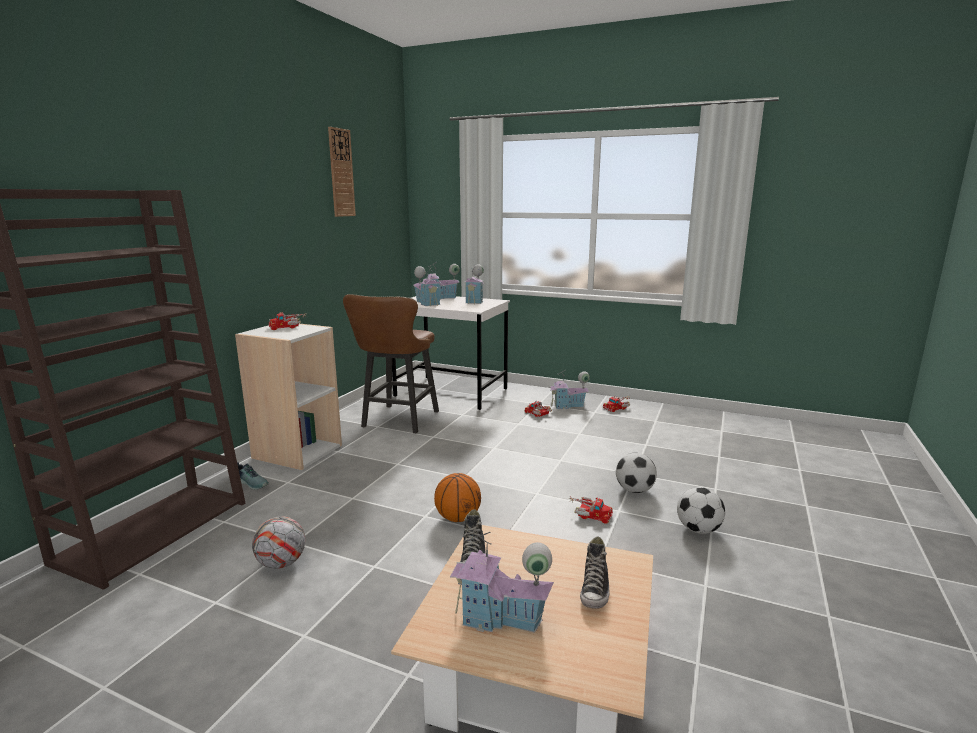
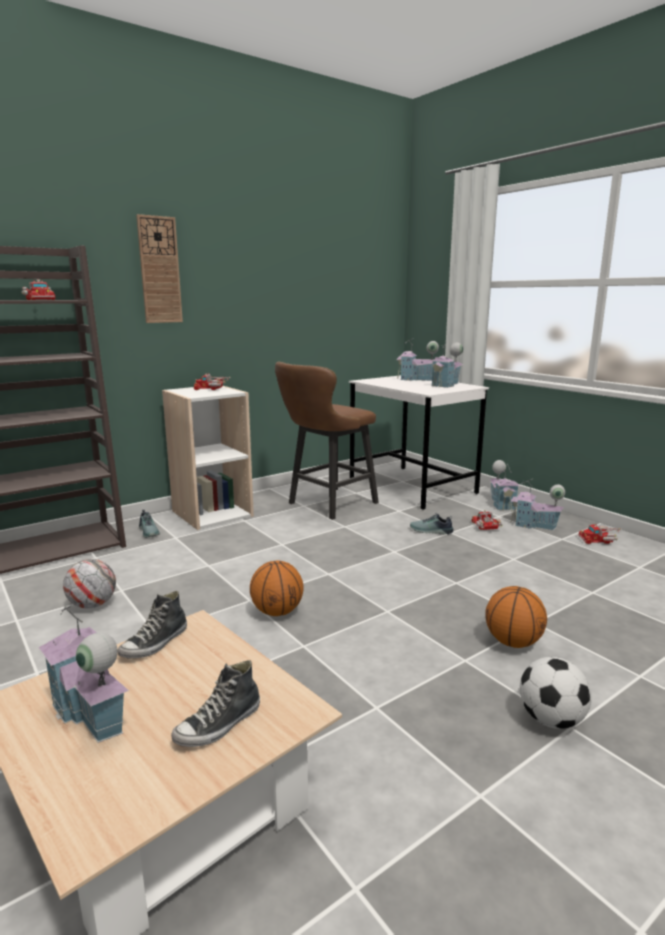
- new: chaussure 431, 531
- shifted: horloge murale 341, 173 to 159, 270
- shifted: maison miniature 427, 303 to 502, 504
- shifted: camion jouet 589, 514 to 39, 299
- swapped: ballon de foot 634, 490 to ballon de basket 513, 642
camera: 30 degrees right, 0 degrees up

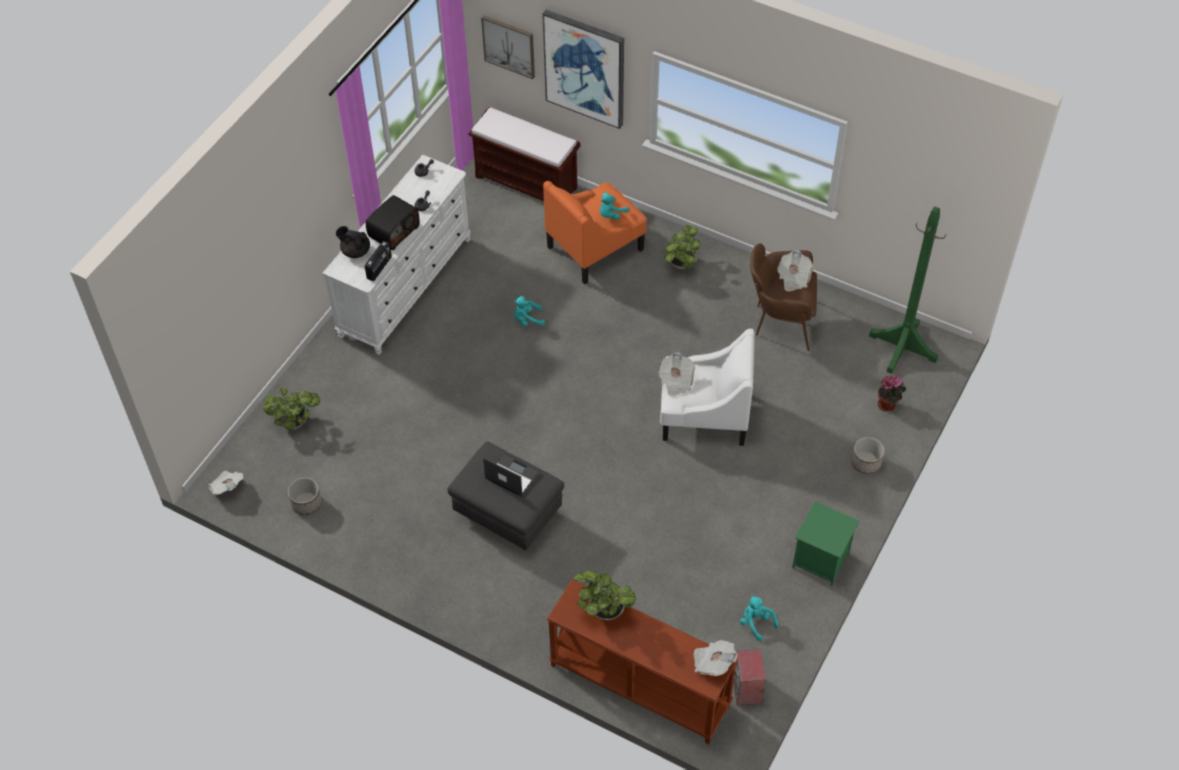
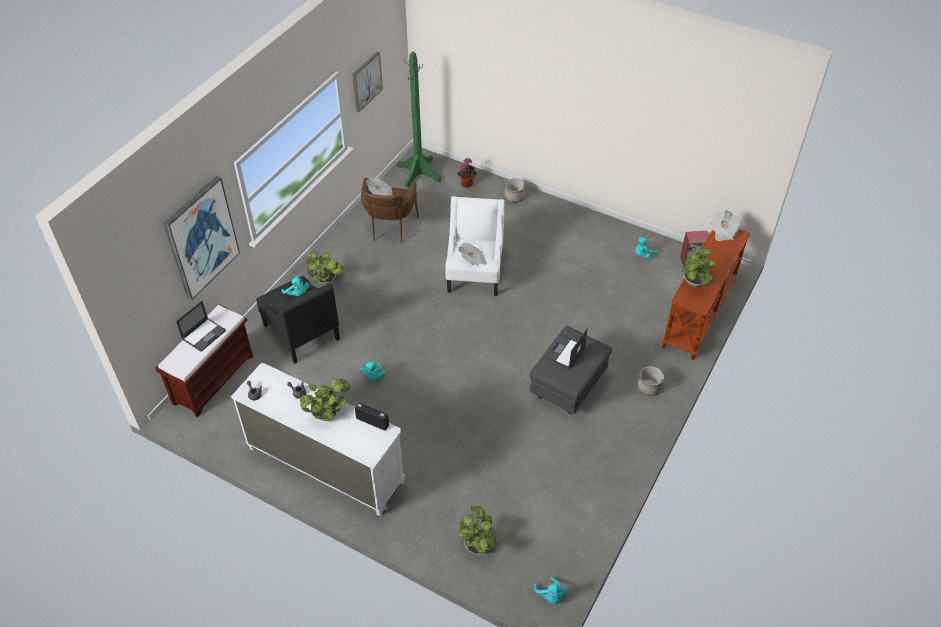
- gone: théière (noir) 355, 251
- gone: table de chevet (vert) 821, 562
- new: ordinateur portable 204, 334
- shifted: cache-pot 306, 503 to 649, 387
- shifted: tableau 509, 46 to 366, 81
- swapped: journal 227, 487 to peluche (turquoise) 551, 596
- swapped: radio 393, 231 to plante en pot 328, 413
- repainted: fauteuil (orange) 595, 248 to fauteuil (noir) 300, 332
camera: 90 degrees left, 5 degrees down

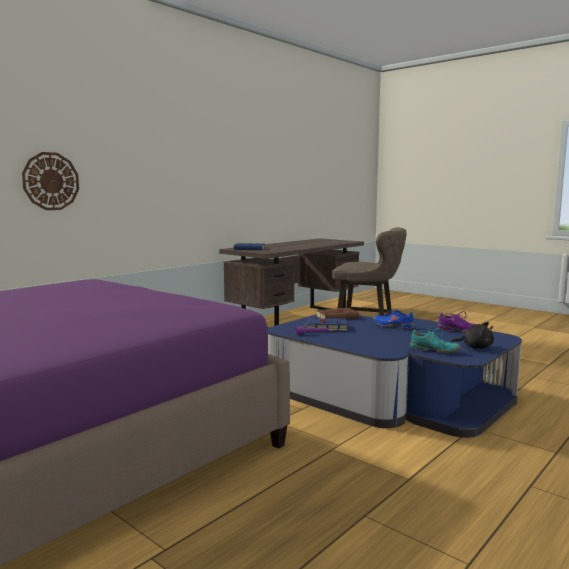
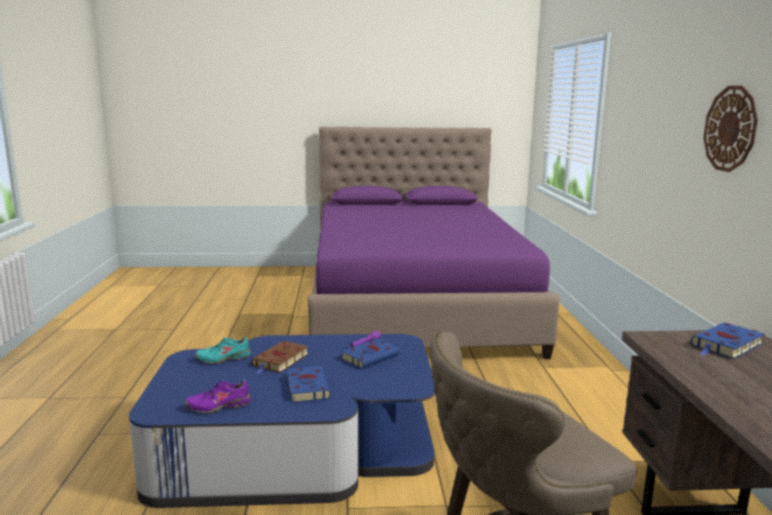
- gone: peluche (noir) 475, 347
- shifted: horloge murale 51, 181 to 730, 129
- shifted: livre (marron) 338, 317 to 280, 361
- swapped: chaussure (bleu) 393, 326 to livre (bleu) 307, 387
camera: 135 degrees right, 5 degrees up

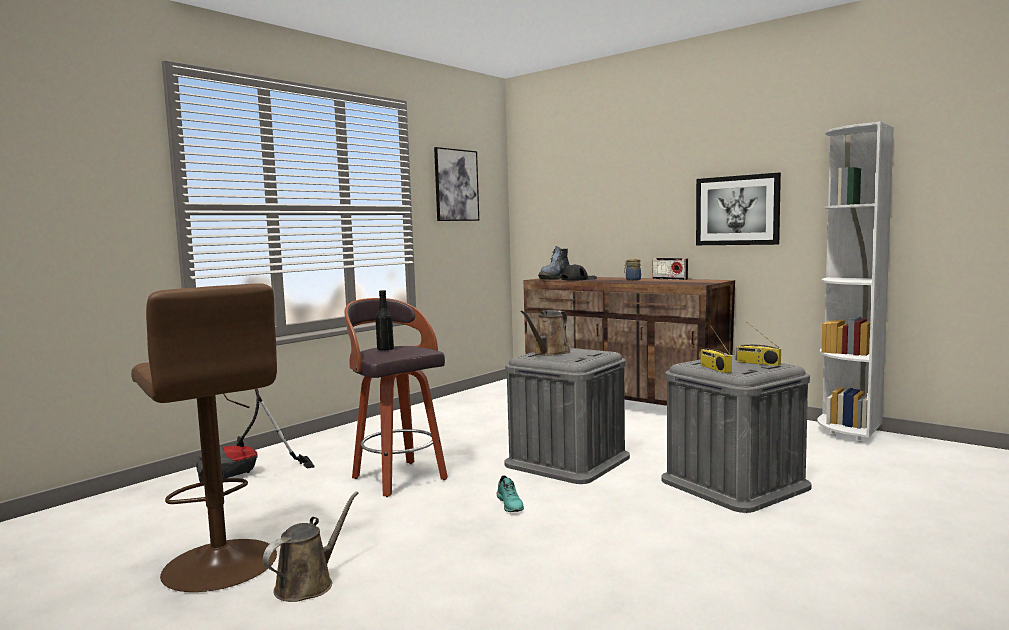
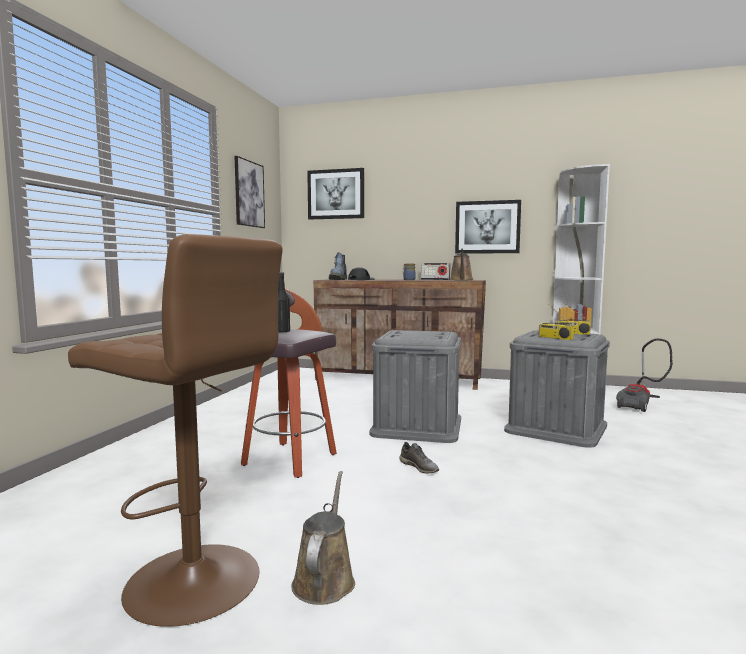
- new: tableau 336, 194
- shifted: aspirateur 245, 475 to 640, 405
- shifted: arrosoir (marron) 549, 353 to 461, 280
- repainted: chaussure (turquoise) 510, 504 to chaussure (gris) 419, 467
camera: 25 degrees left, 0 degrees up

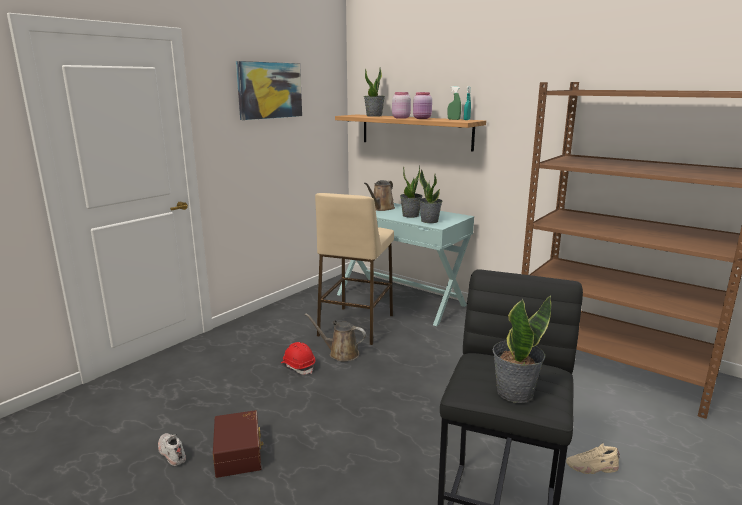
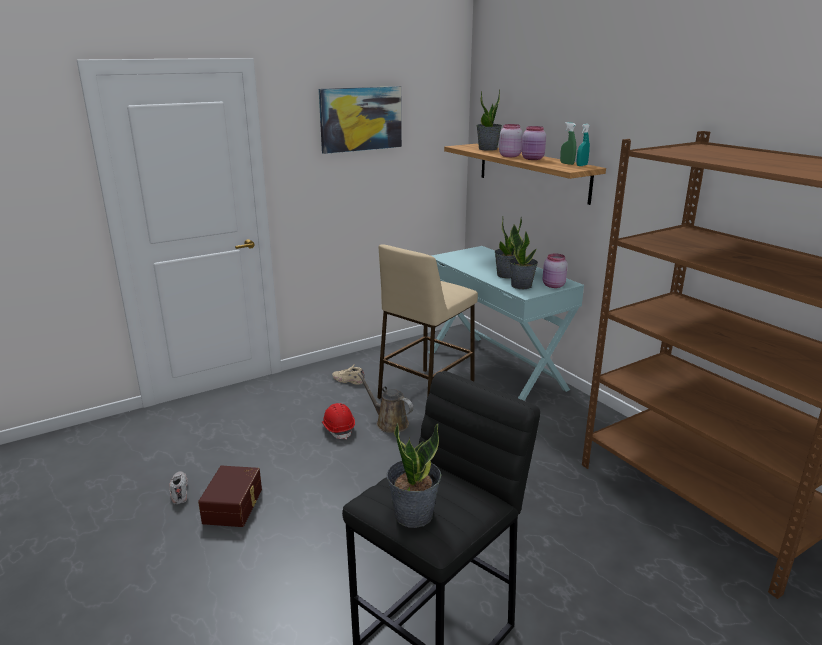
- gone: arrosoir (marron) 381, 208
- new: bocal (rose) 553, 285
- shifted: chaussure (beige) 592, 467 to 348, 380
camera: 20 degrees right, 5 degrees up

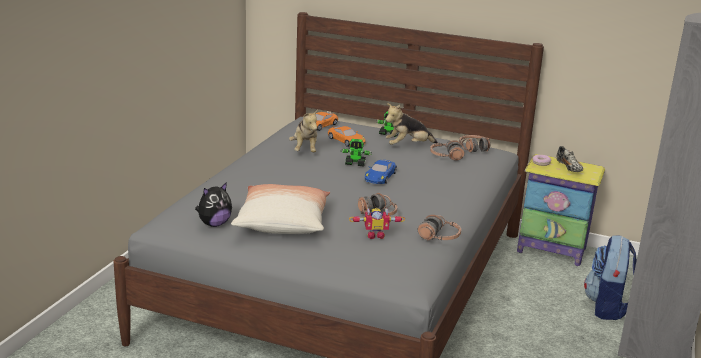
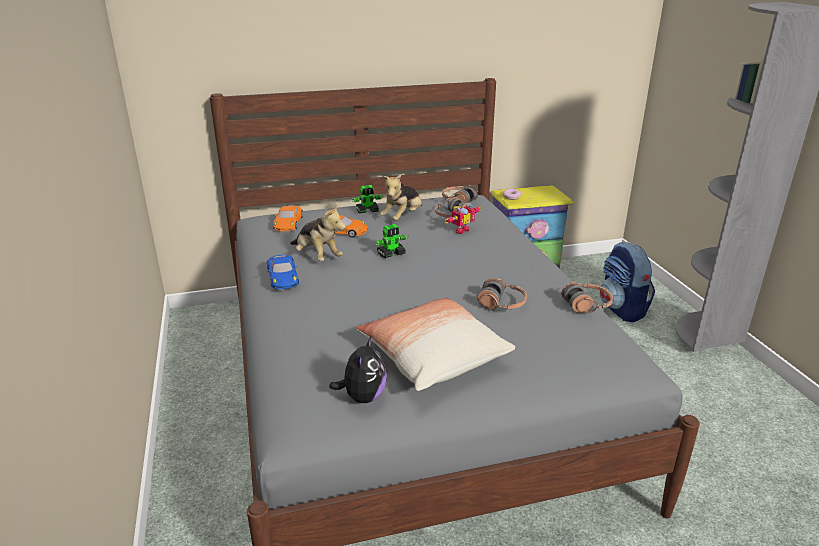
- gone: chaussure 569, 168
- shifted: robot jouet 375, 235 to 460, 230
- shifted: petite voiture (bleu) 380, 176 to 283, 277
camera: 35 degrees left, 5 degrees up

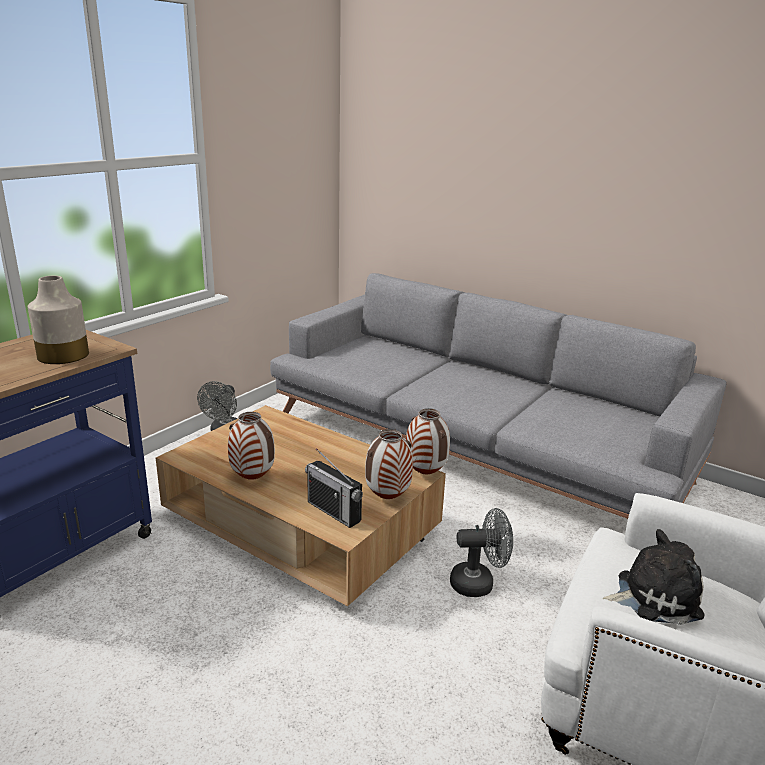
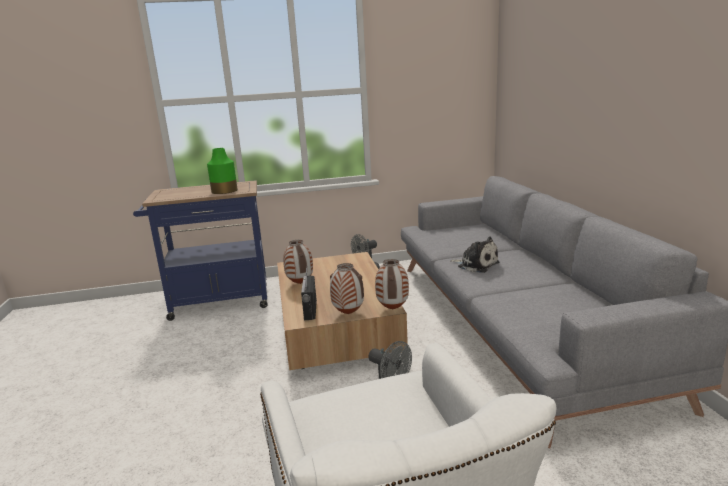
- shifted: peluche 652, 596 to 476, 265
- repainted: vase (beige) 63, 355 to vase (vert) 224, 191
camera: 45 degrees right, 5 degrees down

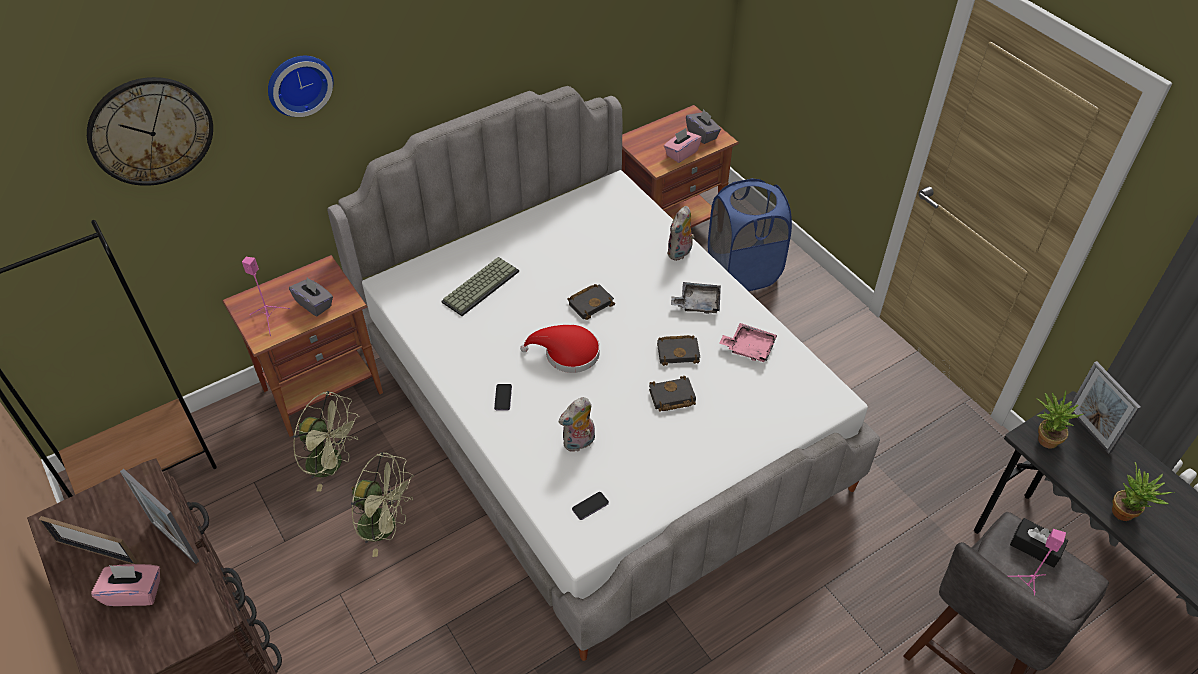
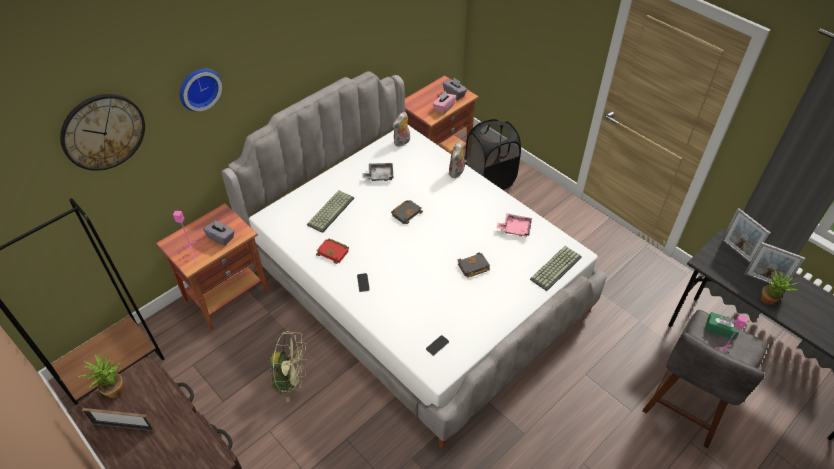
- gone: boîte à mouchoirs (rose) 135, 592
- gone: ventilateur (vert) 332, 464
- gone: chapeau (rouge) 567, 353
- gone: livre (noir) 679, 352
- new: livre (rouge) 334, 252
- new: clavier 555, 267
- shifted: cadre photo 174, 541 to 764, 281
- shifted: peluche 579, 443 to 402, 142
- shifted: plateau (gris) 697, 303 to 379, 175
- shifted: plante en pot 1043, 438 to 112, 389
- repainted: panier à linge (bleu) 743, 271 to panier à linge (noir) 489, 180
- repainted: boîte à mouchoirs (noir) 1035, 547 to boîte à mouchoirs (vert) 720, 329
camera: 10 degrees left, 0 degrees up

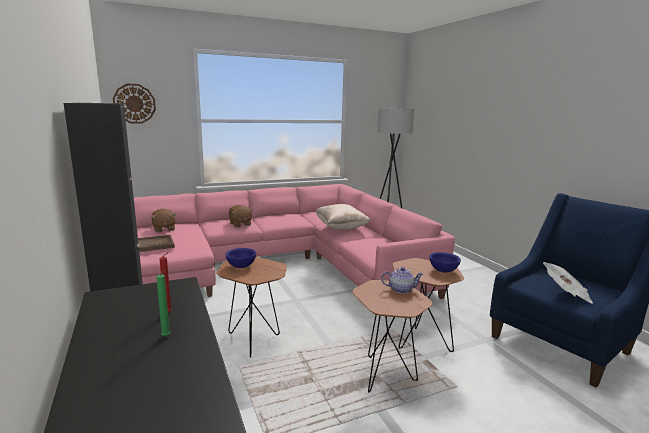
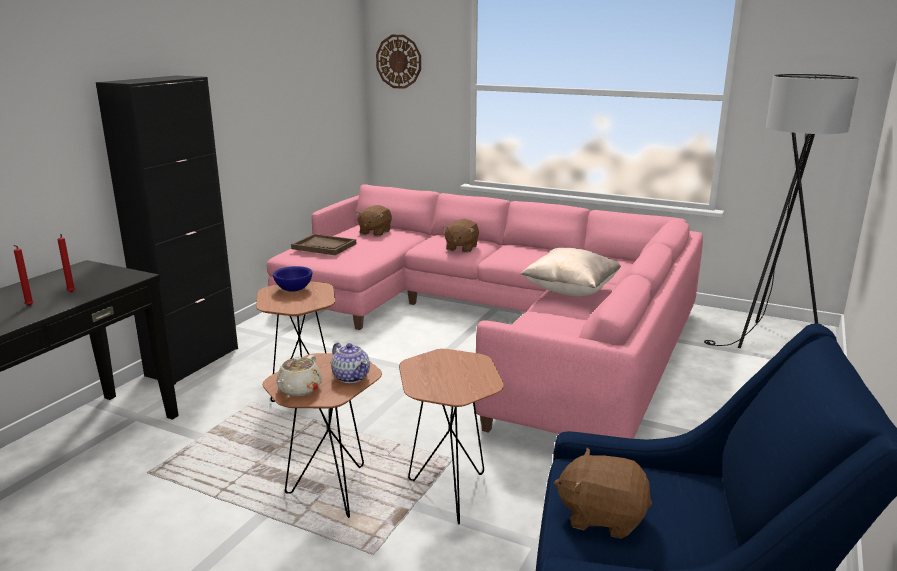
- gone: bol (bleu) 443, 271
- new: théière (beige) 299, 389
- swapped: journal 566, 294 to peluche (marron) 602, 516
- repainted: bougie (vert) 167, 337 to bougie (rouge) 29, 306
camera: 50 degrees right, 5 degrees up

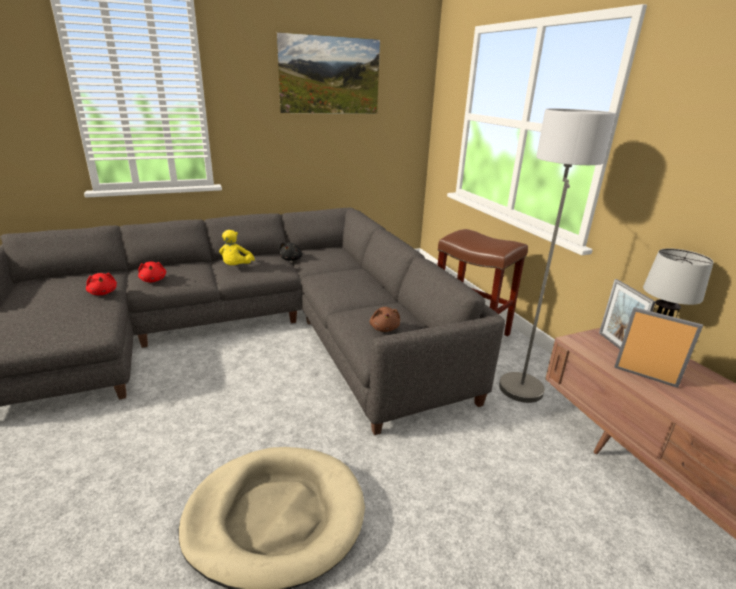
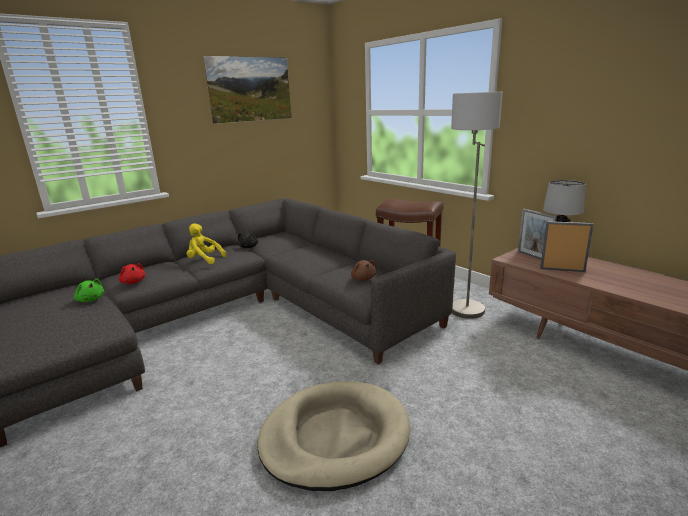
- repainted: peluche (rouge) 103, 293 to peluche (vert) 90, 299
- rotated: peluche (jaune) 236, 267 = 204, 260 120 degrees clockwise
camera: 15 degrees left, 5 degrees down

